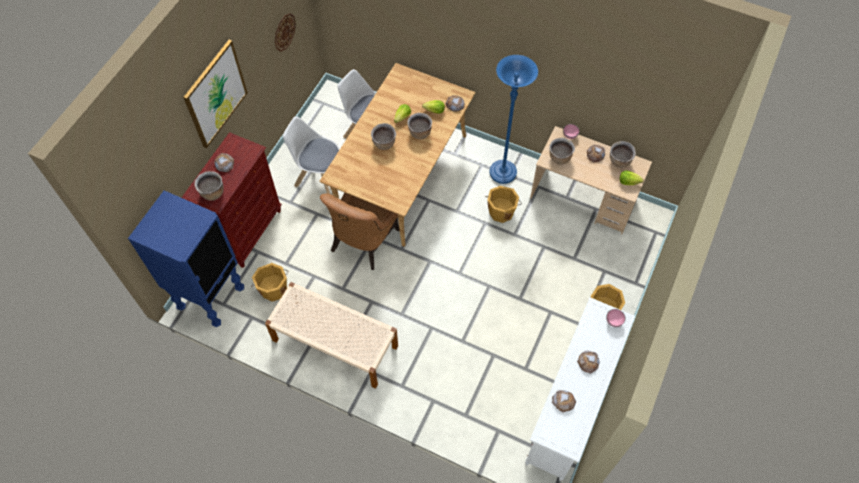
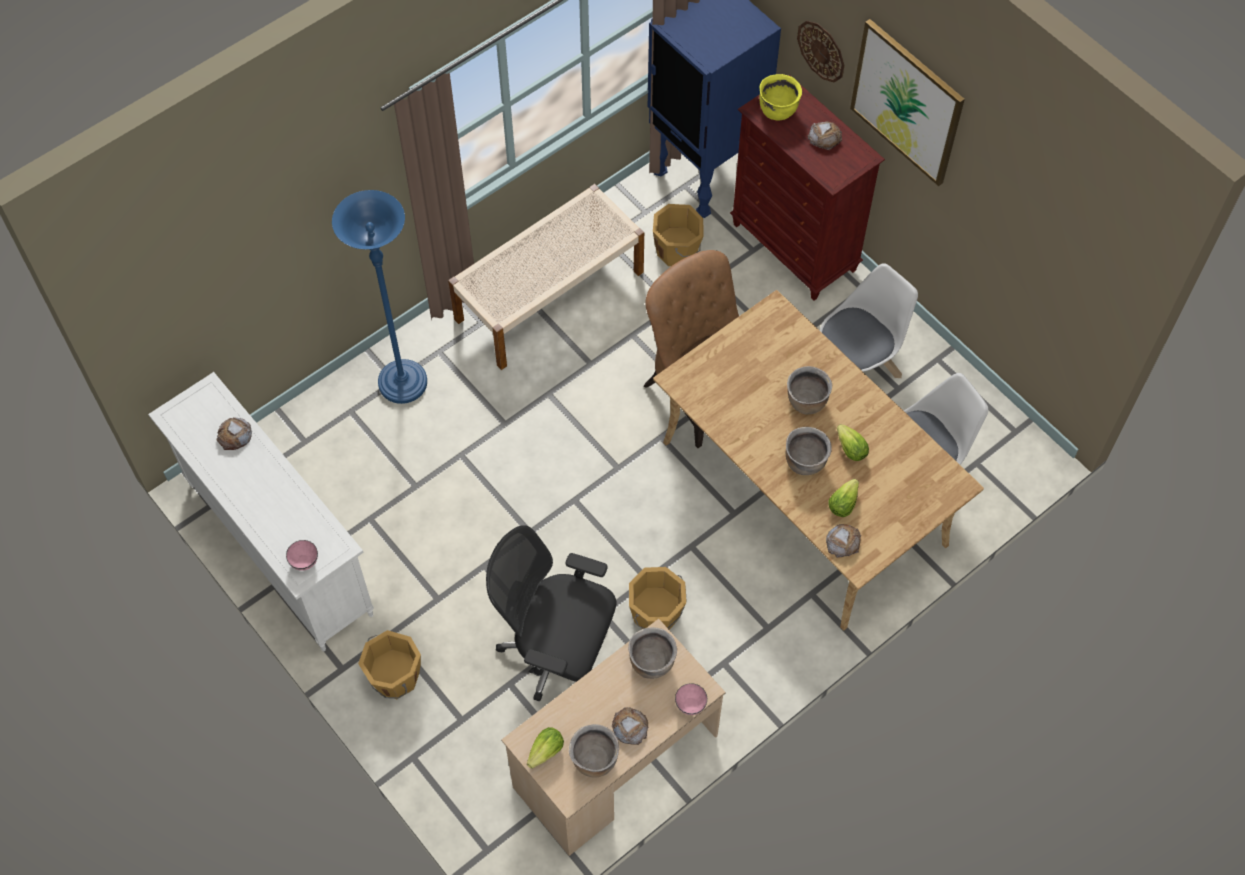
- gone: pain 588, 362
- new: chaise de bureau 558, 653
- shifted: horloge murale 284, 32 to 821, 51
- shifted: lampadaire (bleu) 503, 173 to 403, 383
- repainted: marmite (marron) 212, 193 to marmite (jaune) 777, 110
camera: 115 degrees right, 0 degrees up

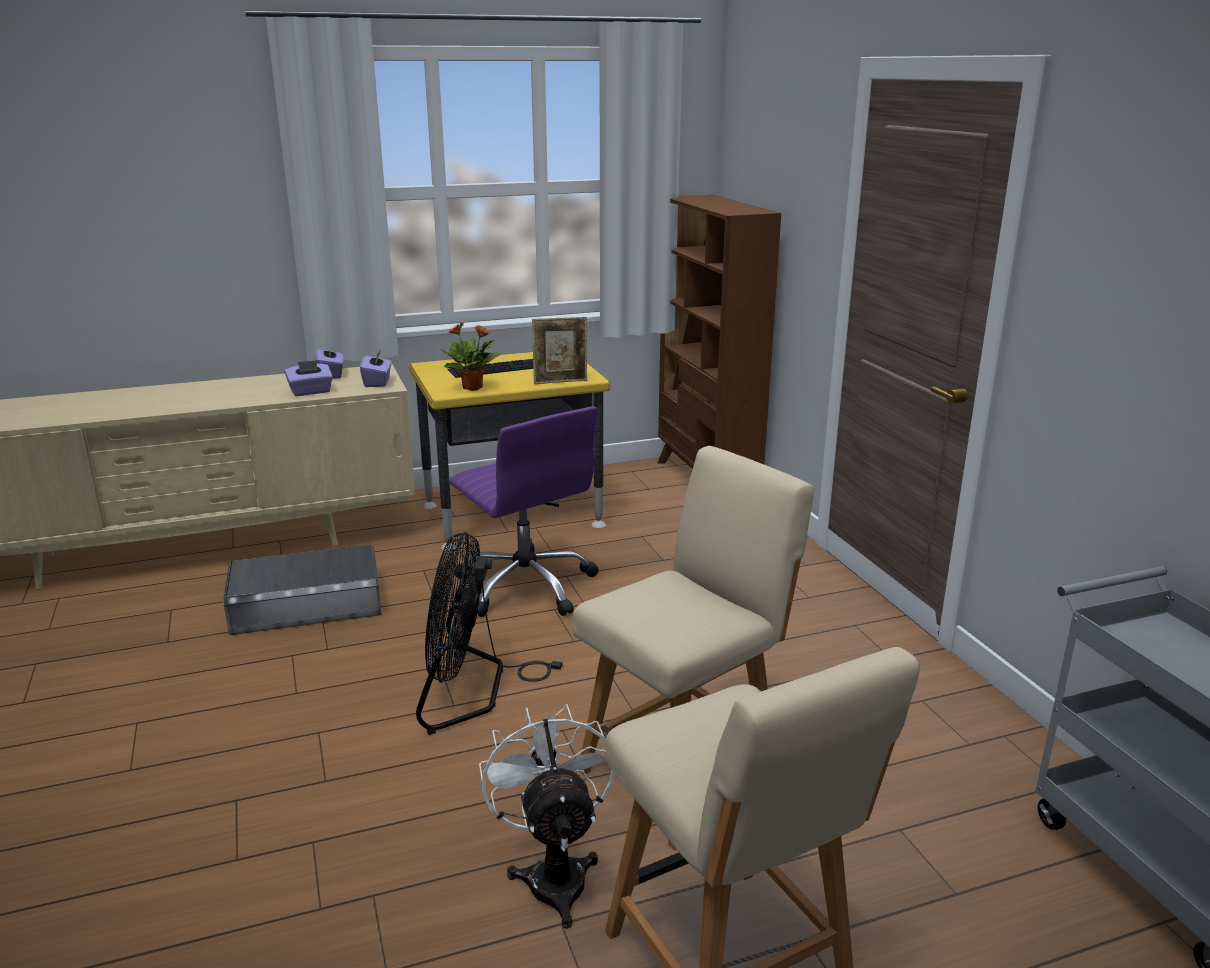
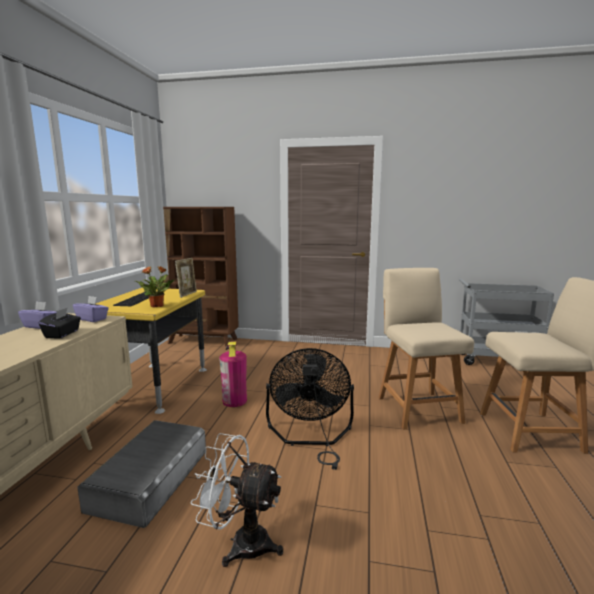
- shifted: ventilateur (blanc) 554, 874 to 241, 542
- swapped: chaise de bureau (violet) 526, 586 to extincteur 234, 401
- repainted: boîte à mouchoirs (violet) 310, 392 to boîte à mouchoirs (noir) 62, 334
- rotated: ventilateur (noir) 476, 684 = 312, 437 150 degrees clockwise
camera: 60 degrees left, 10 degrees down

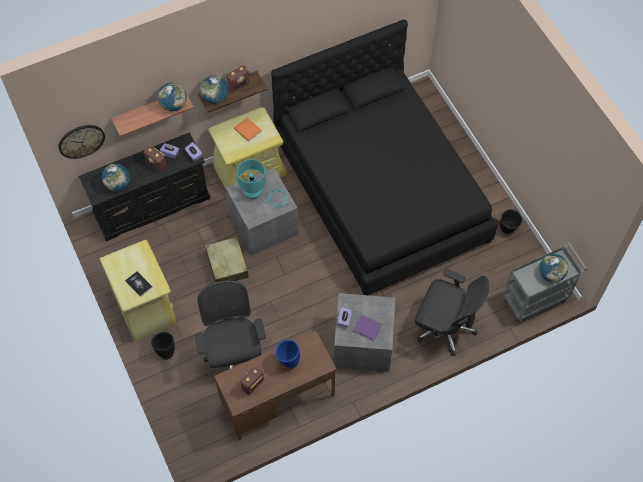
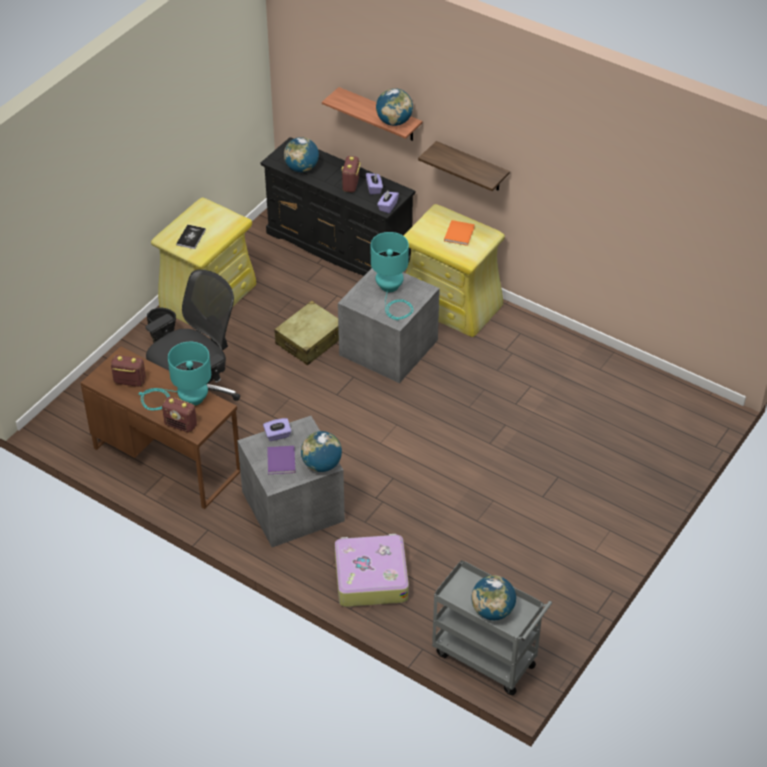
- gone: horloge murale 81, 141
- gone: lit (noir) 381, 190
- gone: vase (noir) 508, 230
- shifted: globe 215, 98 to 321, 465
- shifted: radio 239, 84 to 181, 425
- swapped: vase (bleu) 288, 361 to lampe de table (turquoise) 178, 398
- swapped: chaise de bureau 443, 328 to valise 370, 577
camera: 60 degrees right, 15 degrees down

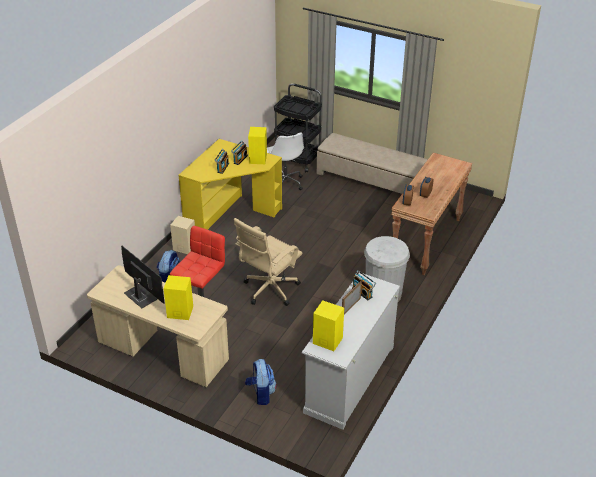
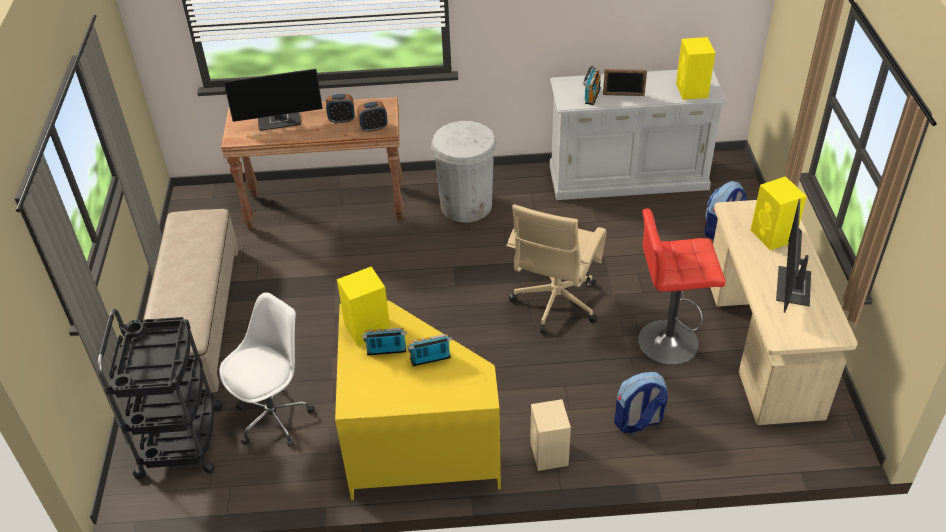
- new: écran d'ordinateur 280, 120
- rotated: chaise de bureau (beige) 269, 291 = 554, 305 105 degrees clockwise
camera: 120 degrees left, 5 degrees up

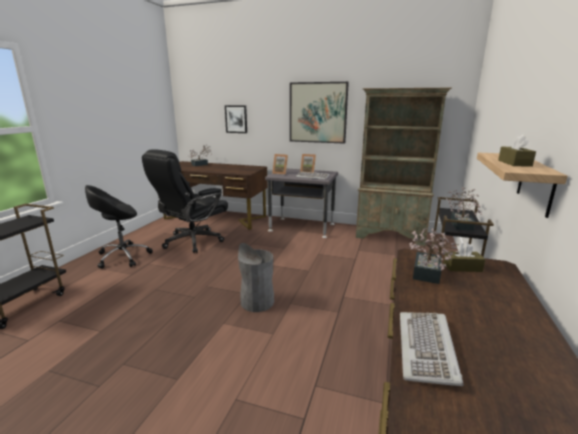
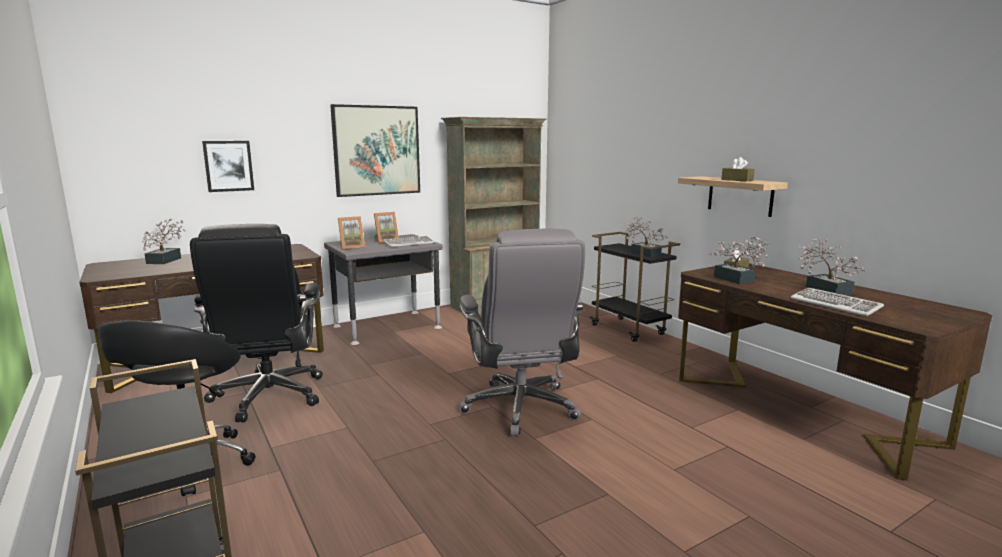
- new: plante en pot 824, 290
- swapped: poubelle (gris) 257, 302 to chaise de bureau (gris) 520, 407
camera: 50 degrees left, 5 degrees down

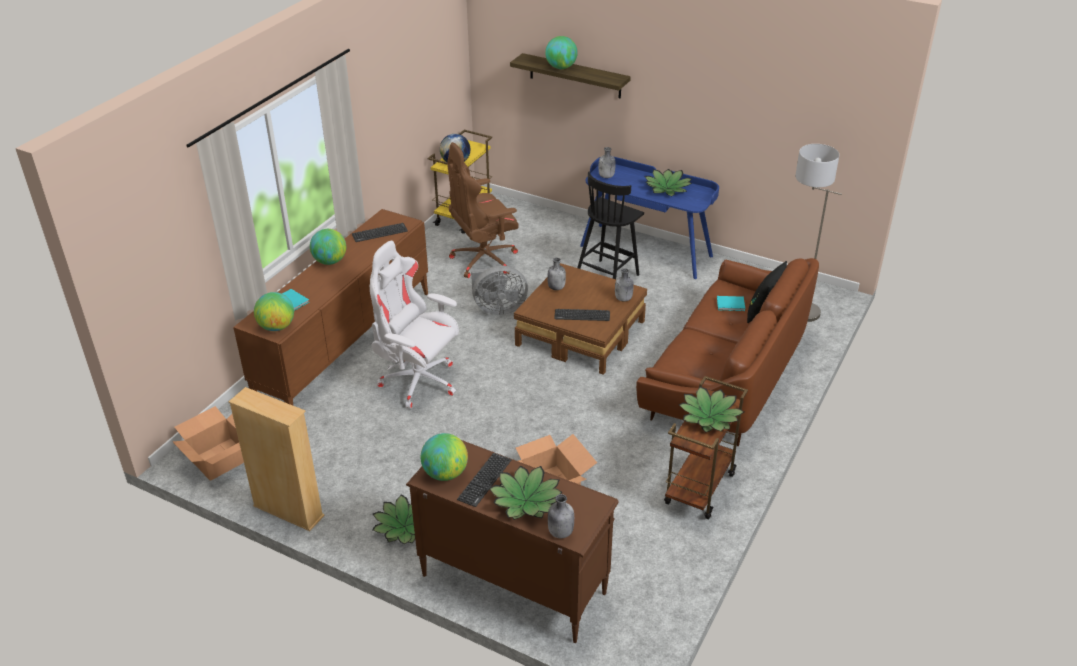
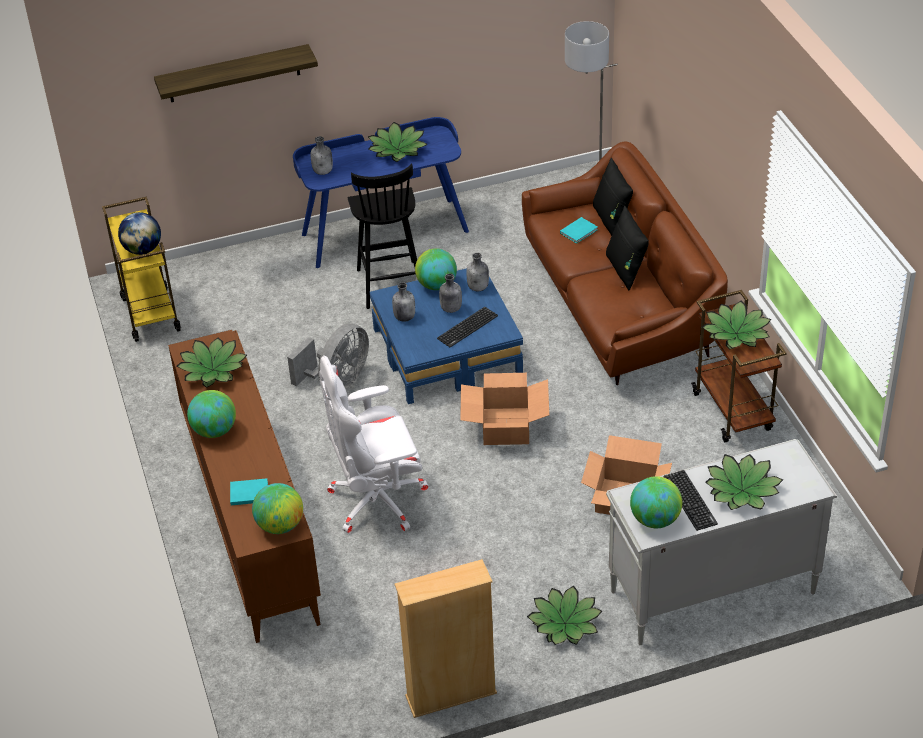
- gone: chaise de bureau (marron) 485, 260
- new: coussin (noir) 625, 270
- shifted: carton 220, 459 to 505, 427
- shifted: globe 561, 67 to 436, 285
- shifted: bouteille (gris) 560, 532 to 451, 309
- swapped: clavier 380, 233 to plante en pot 212, 370
- repainted: commode (marron) 513, 583 to commode (blanc) 710, 591
- repainted: table basse (marron) 581, 333 to table basse (bleu) 448, 351
camera: 45 degrees left, 5 degrees up

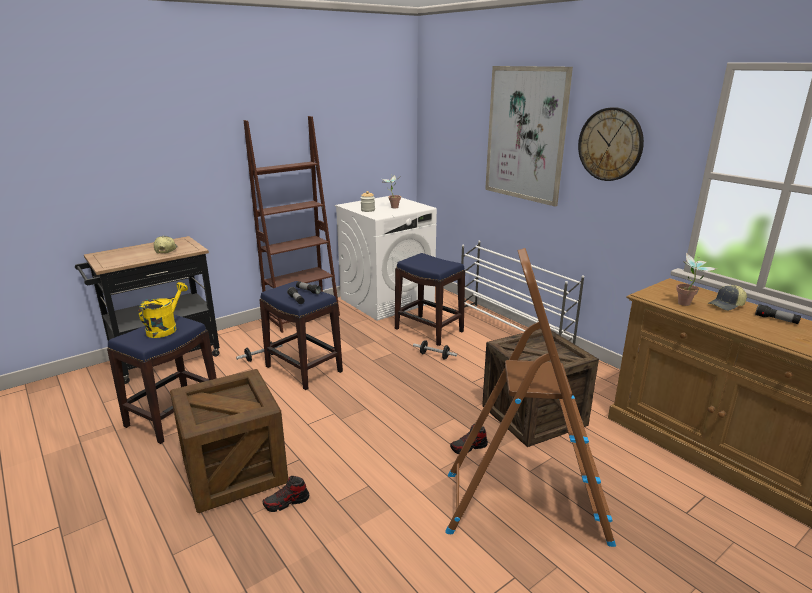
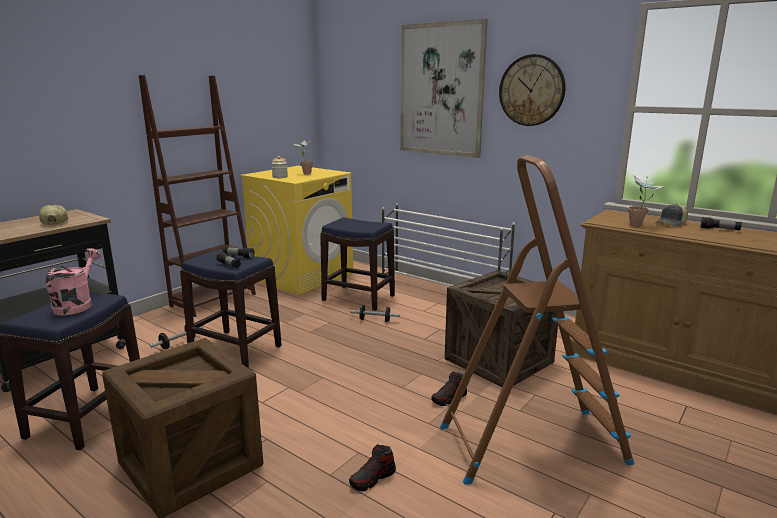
- shifted: chaussure 286, 502 to 372, 478
- repainted: arrosoir (jaune) 165, 328 to arrosoir (rose) 76, 304
- repainted: lave-linge (blanc) 387, 300 to lave-linge (jaune) 302, 276
camera: 15 degrees left, 5 degrees down

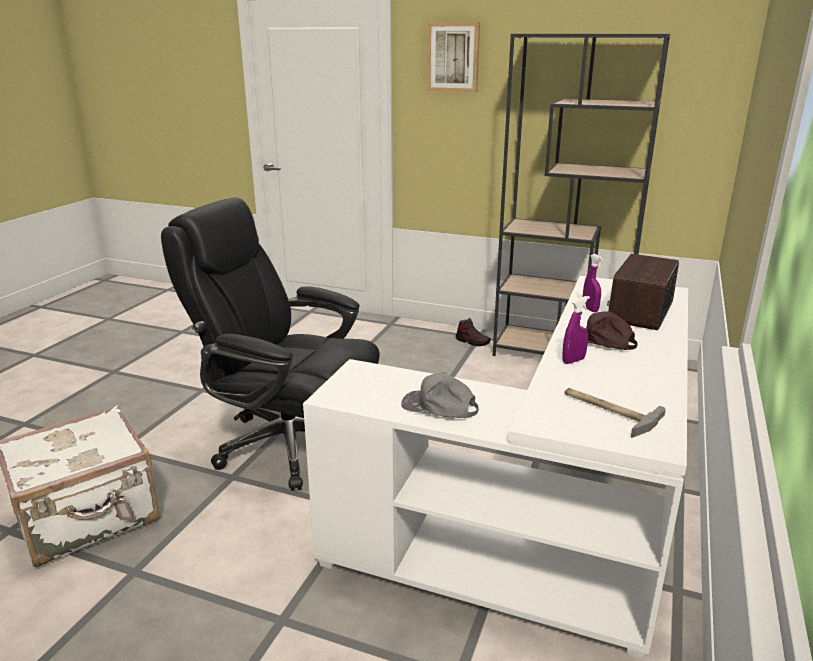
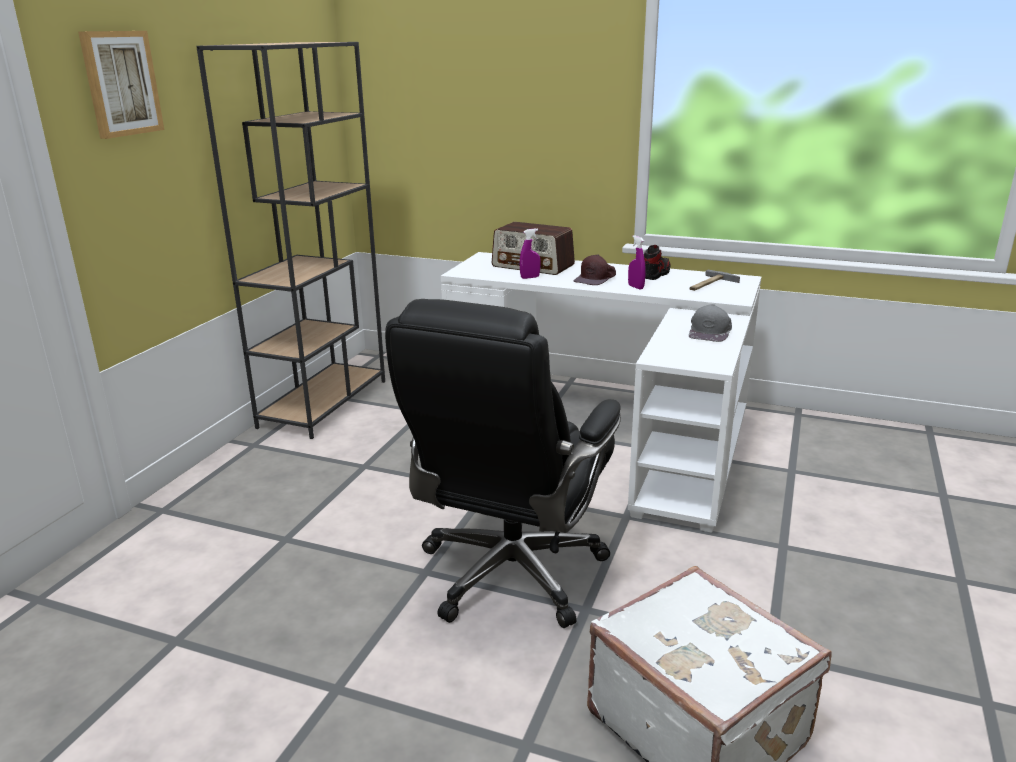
- shifted: chaussure 472, 341 to 655, 274
camera: 90 degrees left, 0 degrees up

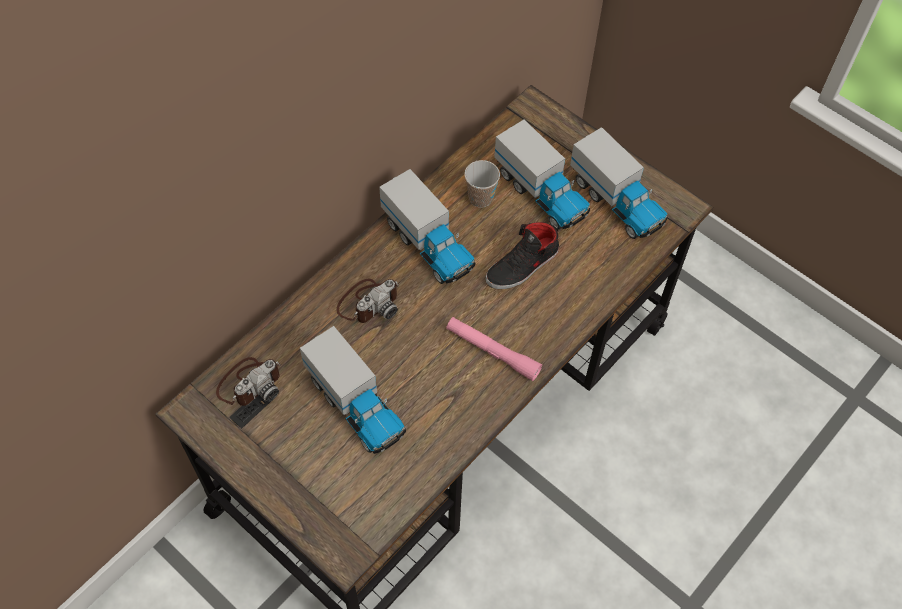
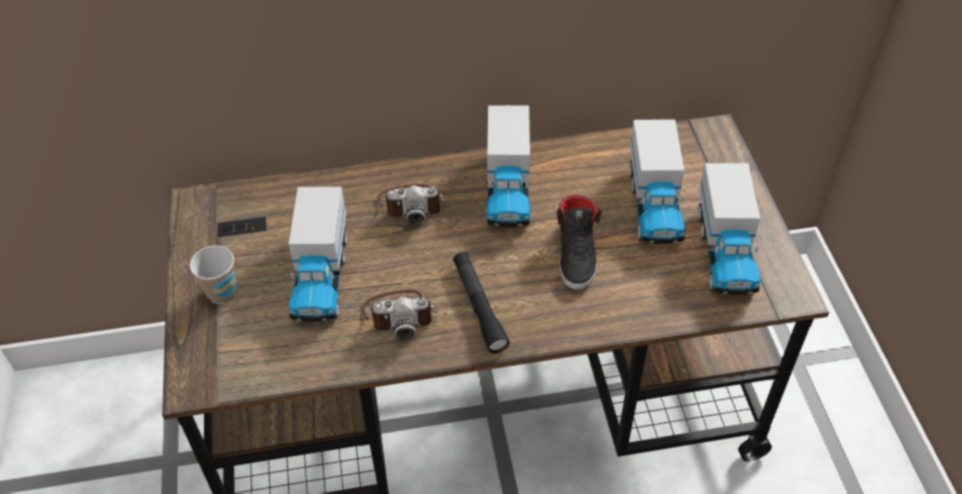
- shifted: appareil photo 250, 383 to 399, 314
- shifted: tasse 480, 198 to 222, 293
- repainted: lampe de poche (rose) 492, 352 to lampe de poche (noir) 479, 306
- rotated: chaussure (noir) 522, 266 = 577, 253 90 degrees counterclockwise
camera: 40 degrees right, 10 degrees down

